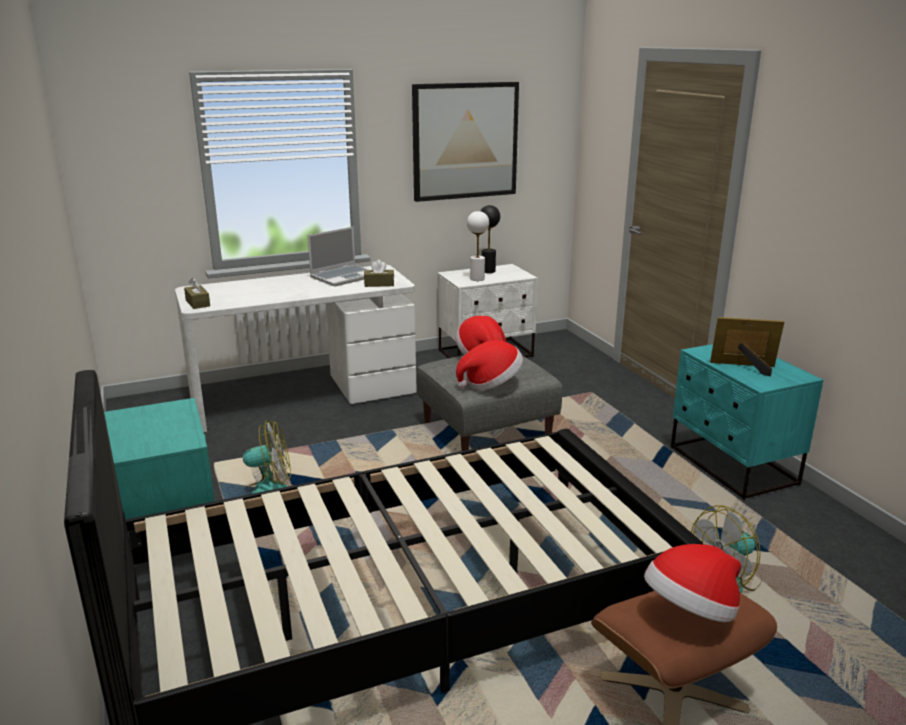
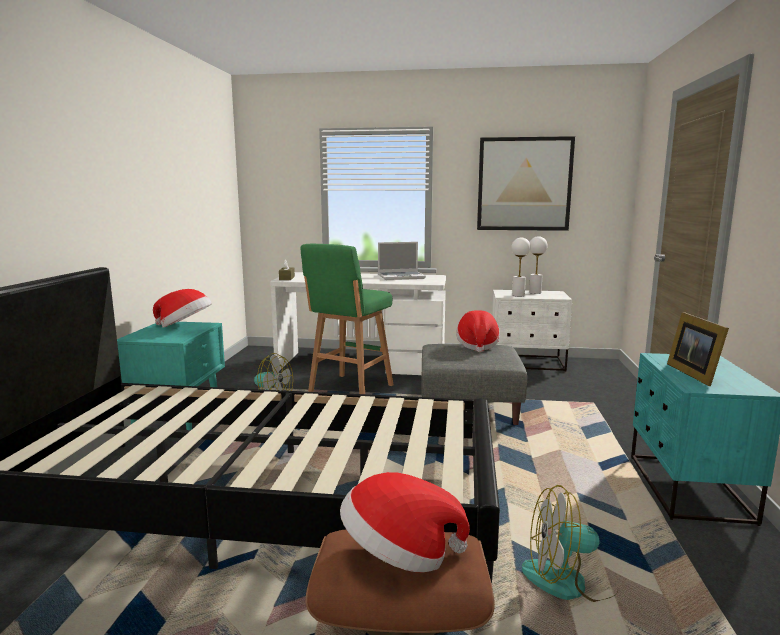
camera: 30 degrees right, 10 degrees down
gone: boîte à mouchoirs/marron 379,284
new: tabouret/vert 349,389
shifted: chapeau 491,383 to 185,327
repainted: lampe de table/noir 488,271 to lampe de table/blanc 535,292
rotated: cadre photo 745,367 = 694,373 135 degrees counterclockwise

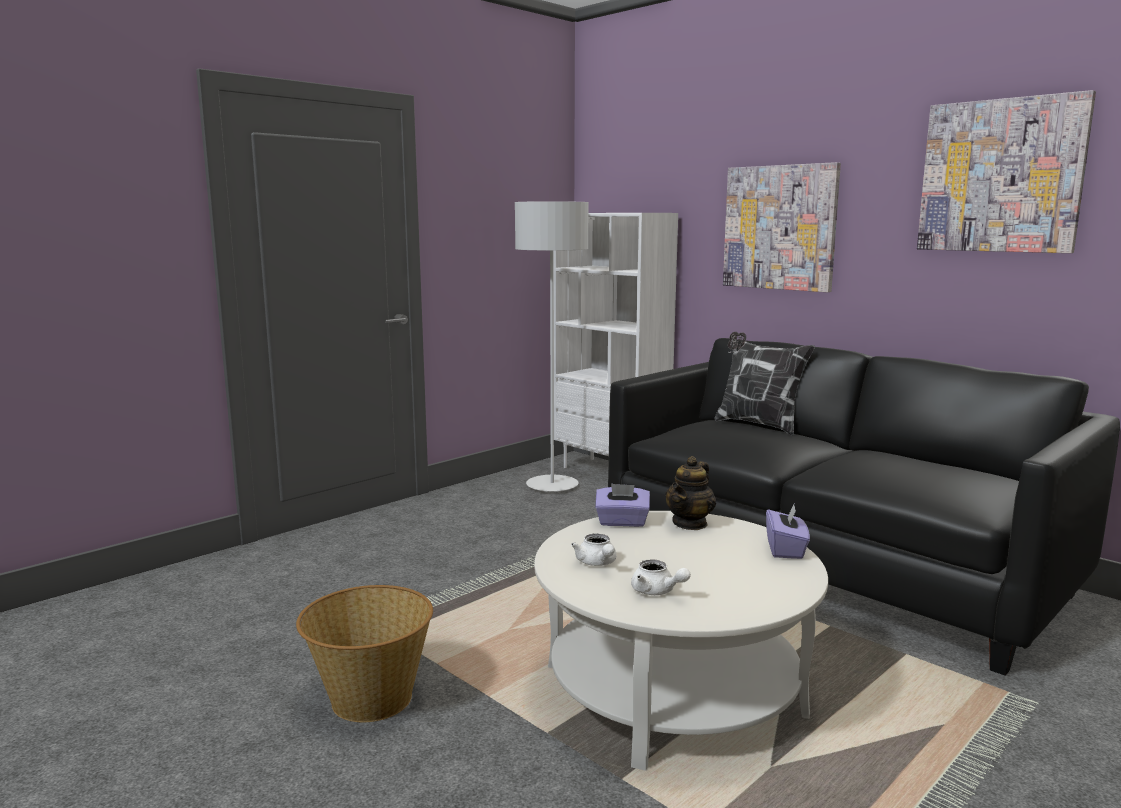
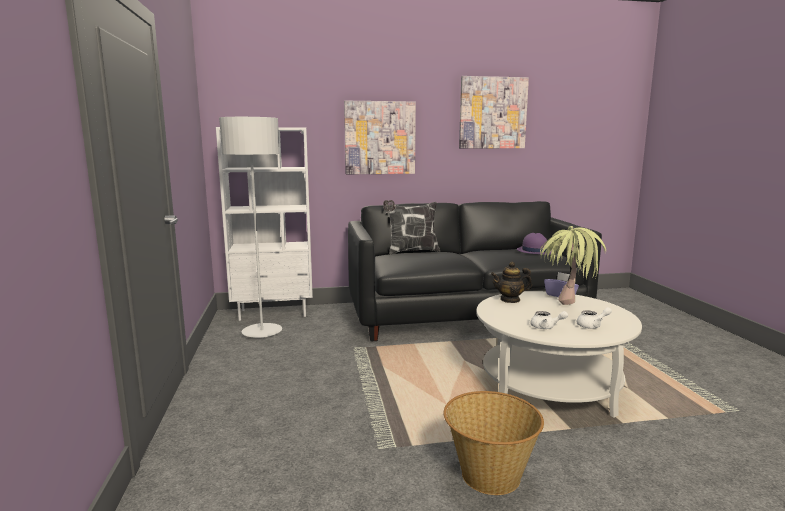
camera: 55 degrees left, 0 degrees up
gone: boîte à mouchoirs/violet 622,522
new: chapeau/violet 535,251; plante en pot 566,310
rotated: théière 690,523 = 510,300 105 degrees clockwise

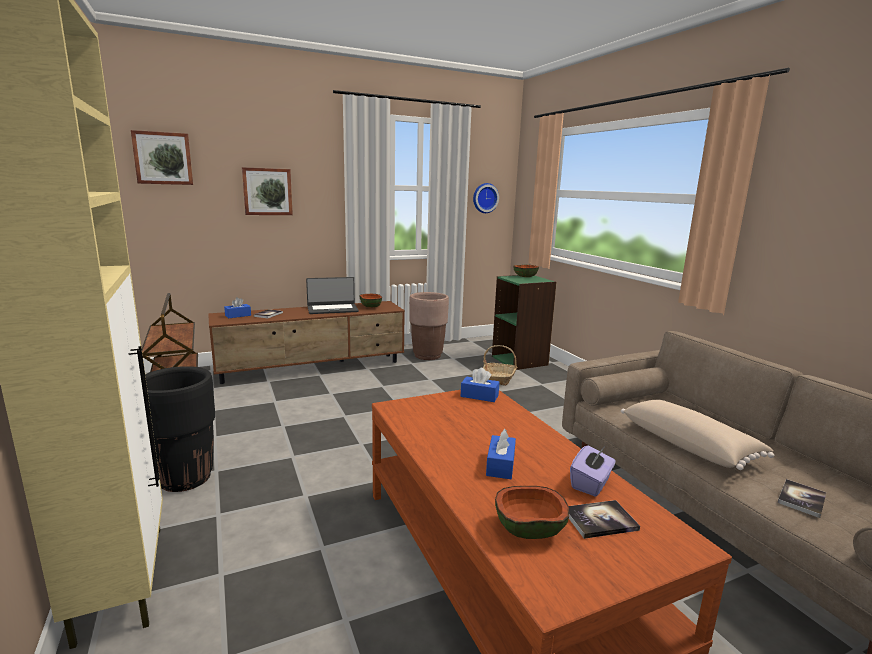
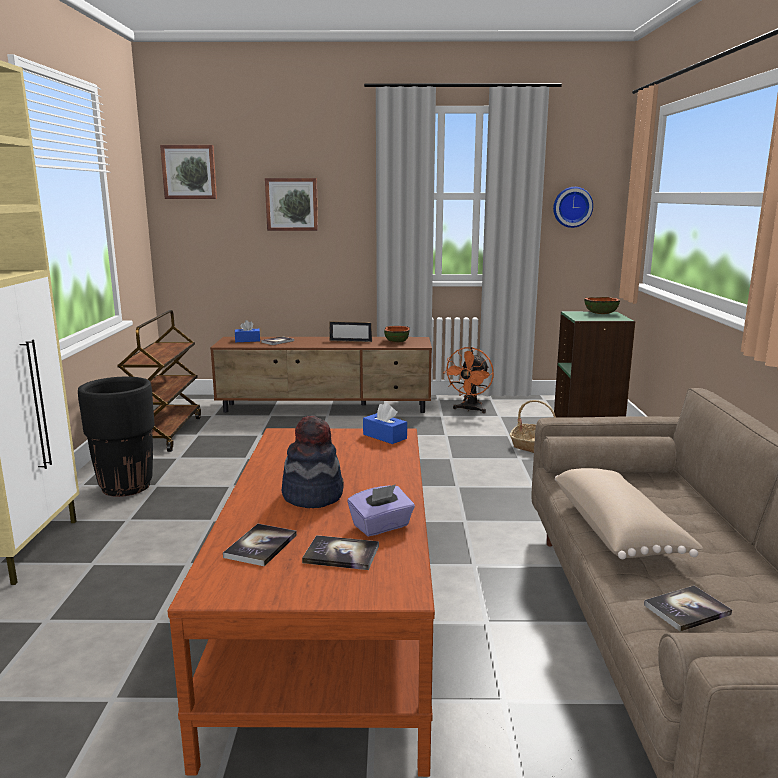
camera: 25 degrees right, 0 degrees up
swapped: ordinateur portable 332,309 to cadre photo 350,341; cache-pot/marron 427,355 to ventilateur/orange 469,410; boîte à mouchoirs/bleu 500,465 to chapeau 313,495; bol 529,530 to livre 261,546

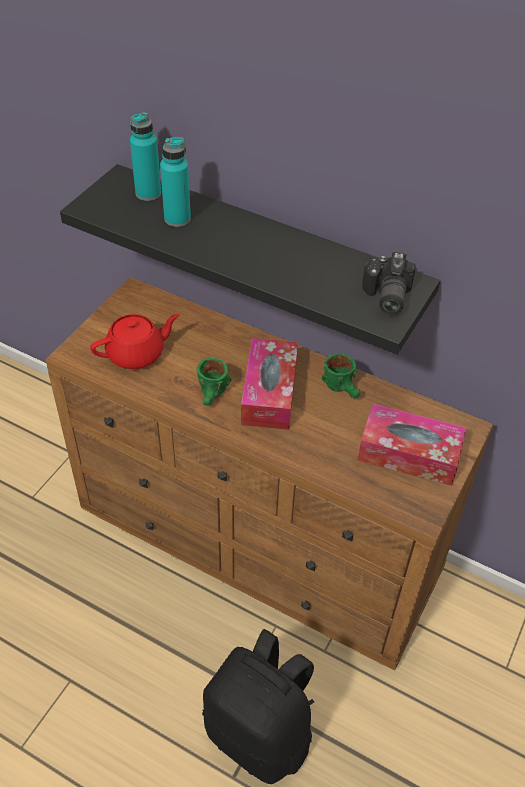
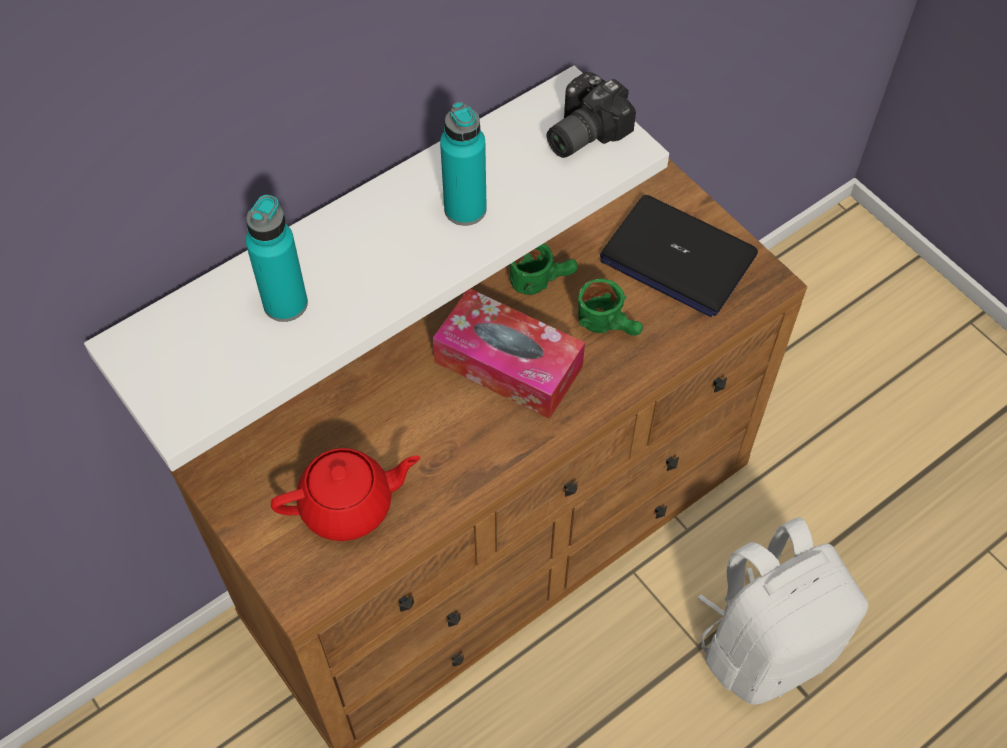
camera: 65 degrees left, 10 degrees up
shifted: bouteille/turquoise 148,193 to 465,209; mug/vert 213,396 to 610,325
swapped: boîte à mouchoirs 409,454 to ordinateur portable 677,257
repainted: étagère/noir 267,251 to étagère/blanc 352,235; sac à dos/noir 261,734 to sac à dos/blanc 766,644
rotated: théière/rouge 137,354 = 349,505 75 degrees clockwise; appareil photo 384,297 = 580,132 105 degrees clockwise

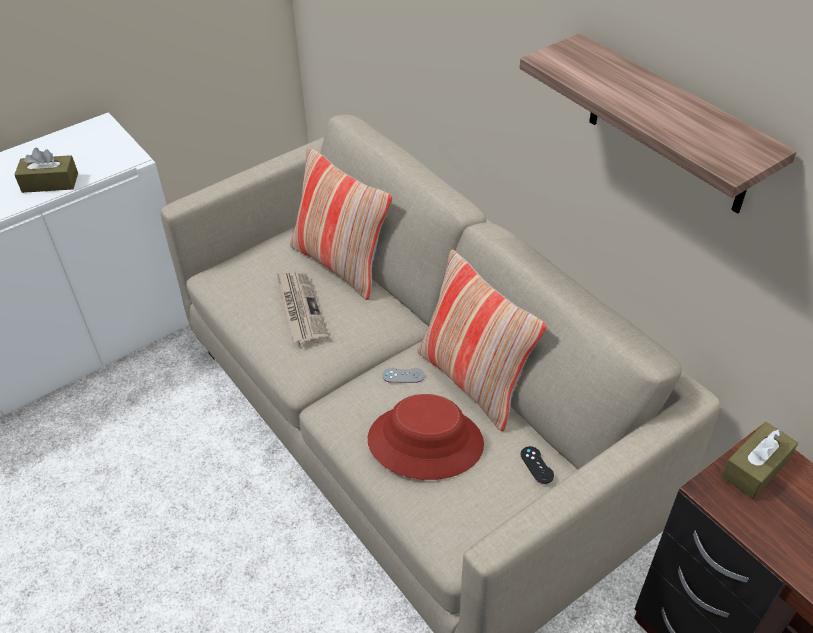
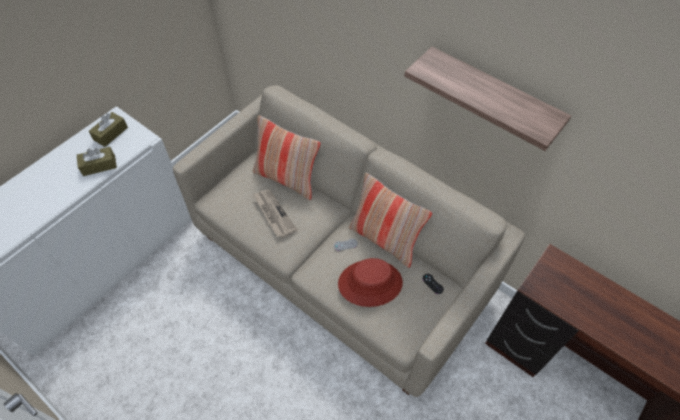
camera: 15 degrees left, 10 degrees up
shifted: boîte à mouchoirs/marron 755,468 to 110,134

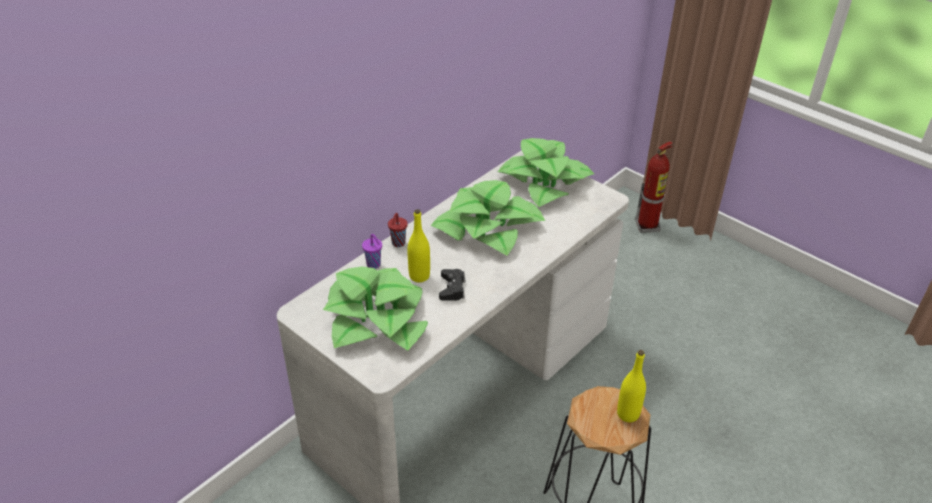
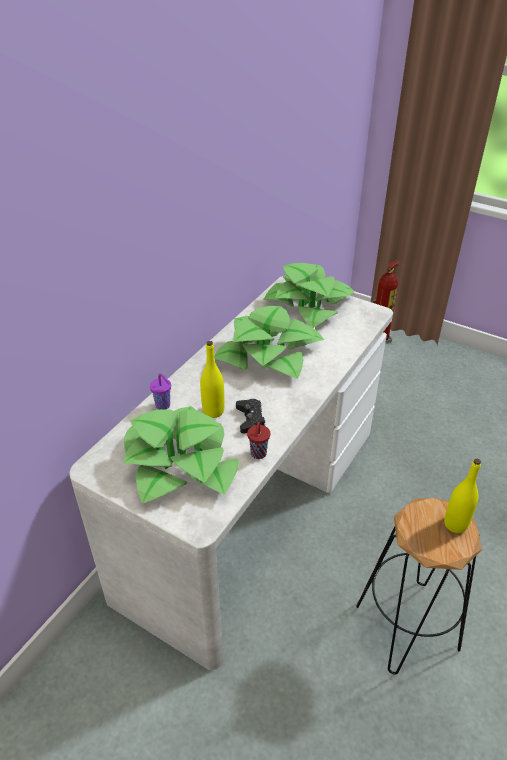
camera: 10 degrees left, 0 degrees up
shifted: tasse/rouge 398,243 to 258,454

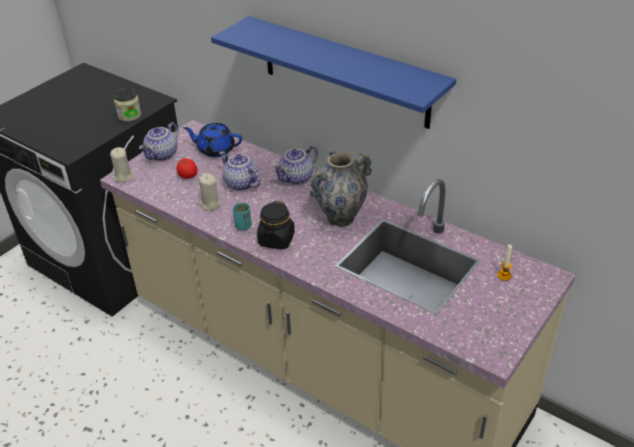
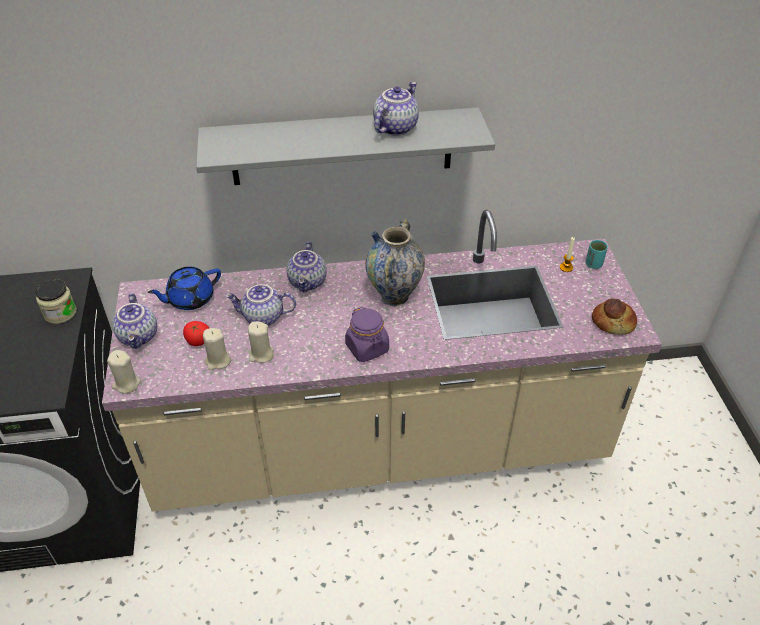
camera: 45 degrees left, 5 degrees up
new: bougie/beige 218,361; théière 395,127; pain 613,322
shifted: tasse/turquoise 243,226 to 593,264
repainted: étagère/bleu 344,72 to étagère/gris 342,147; bocal/noir 276,240 to bocal/violet 367,348

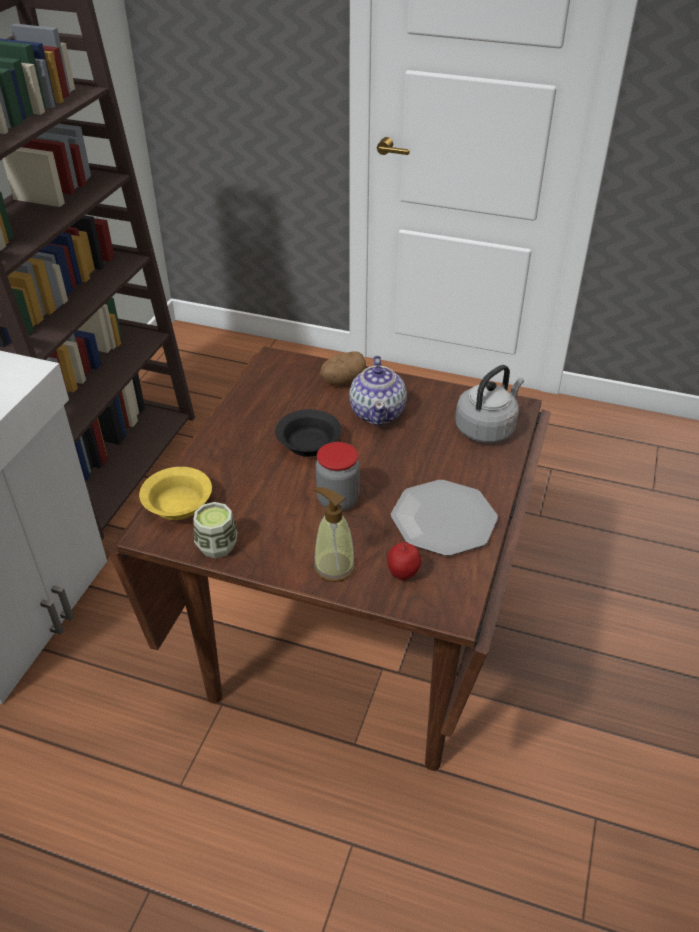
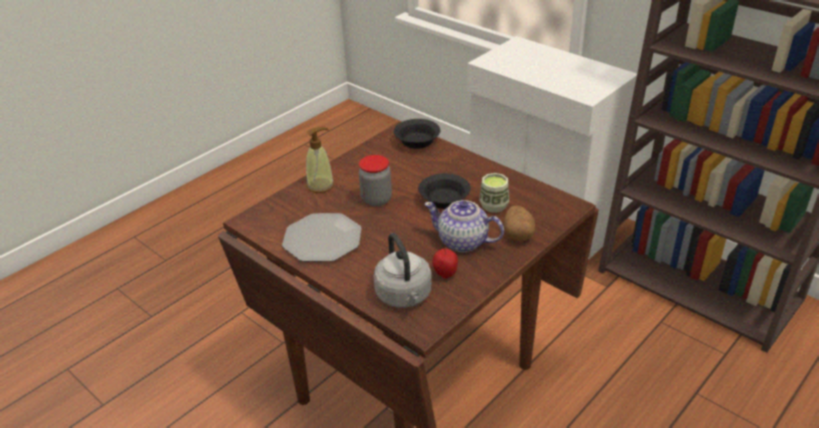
camera: 115 degrees right, 5 degrees down
shifted: tasse 217,546 to 494,205; pomme 403,575 to 445,275
repainted: bol/jaune 180,504 to bol/noir 417,142

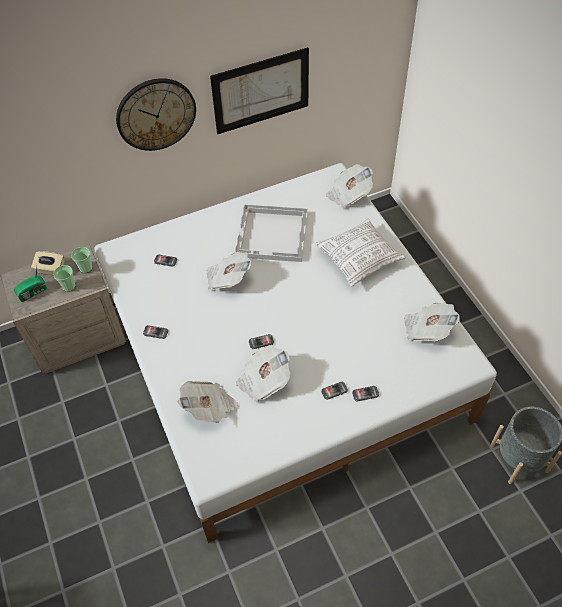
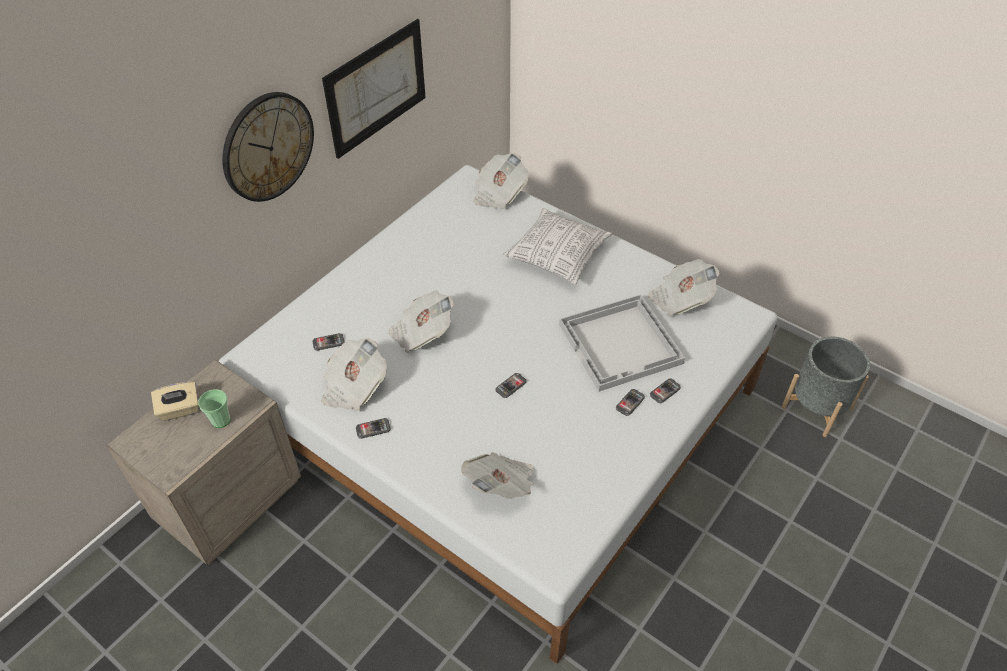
camera: 30 degrees left, 5 degrees down
gone: radio 33,292; tasse 86,268
shifted: plateau/blanc 273,235 to 621,344; journal 263,381 to 353,387

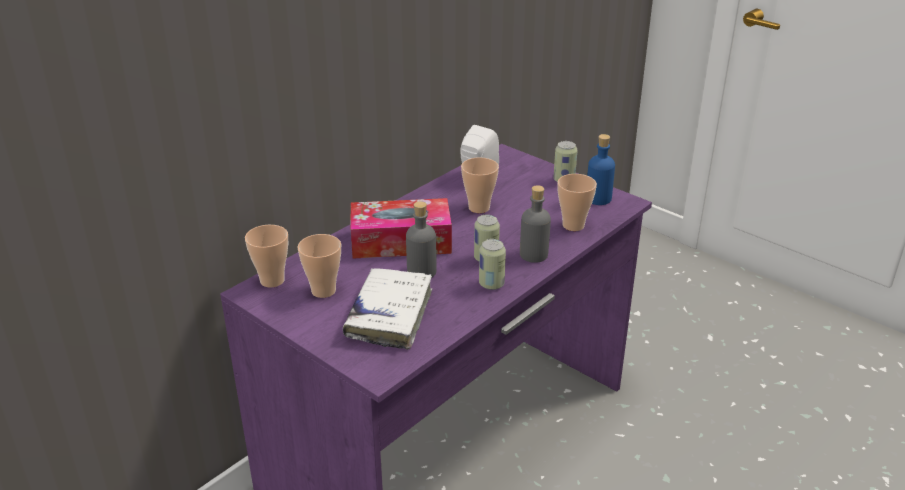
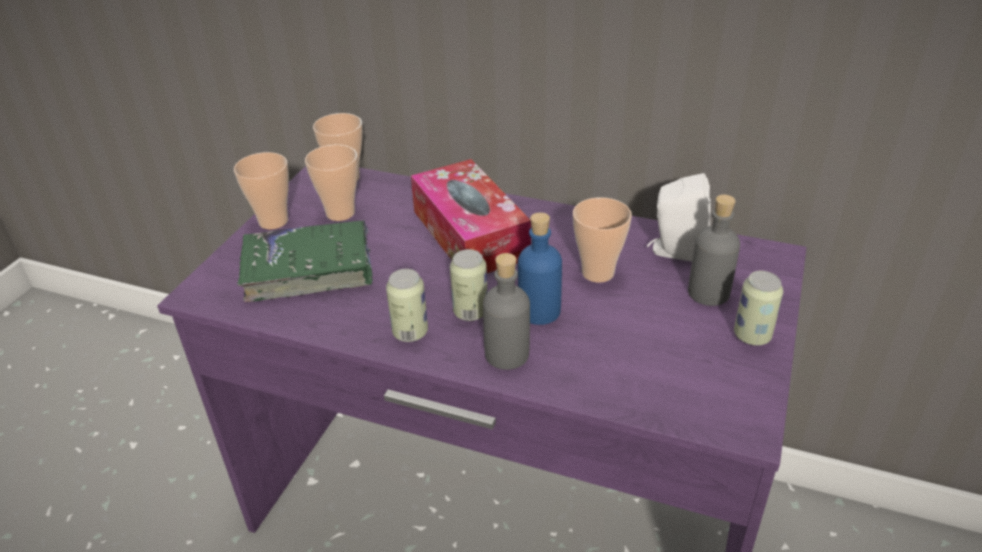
camera: 70 degrees right, 5 degrees up
shifted: bouteille/gris 421,272 to 708,292; tasse 573,225 to 273,221; bouteille/bleu 598,198 to 539,311
repainted: livre/blanc 390,315 to livre/vert 309,270

